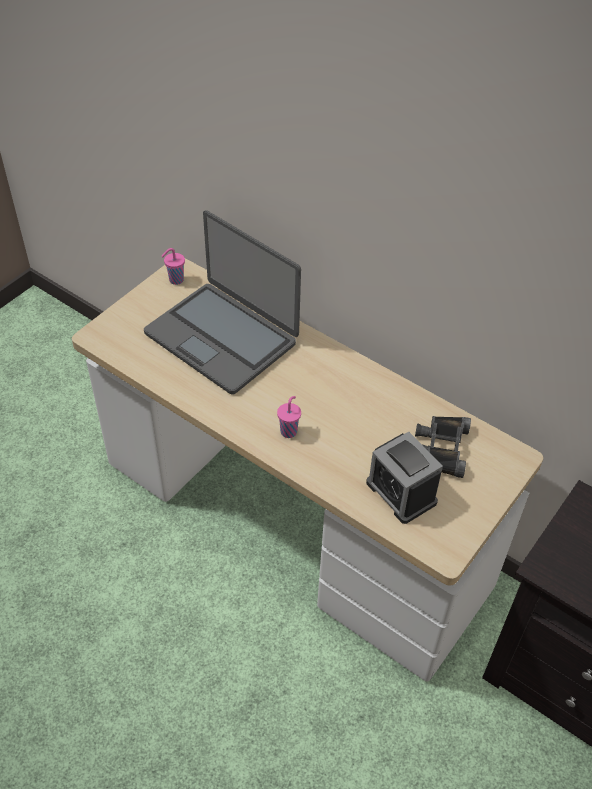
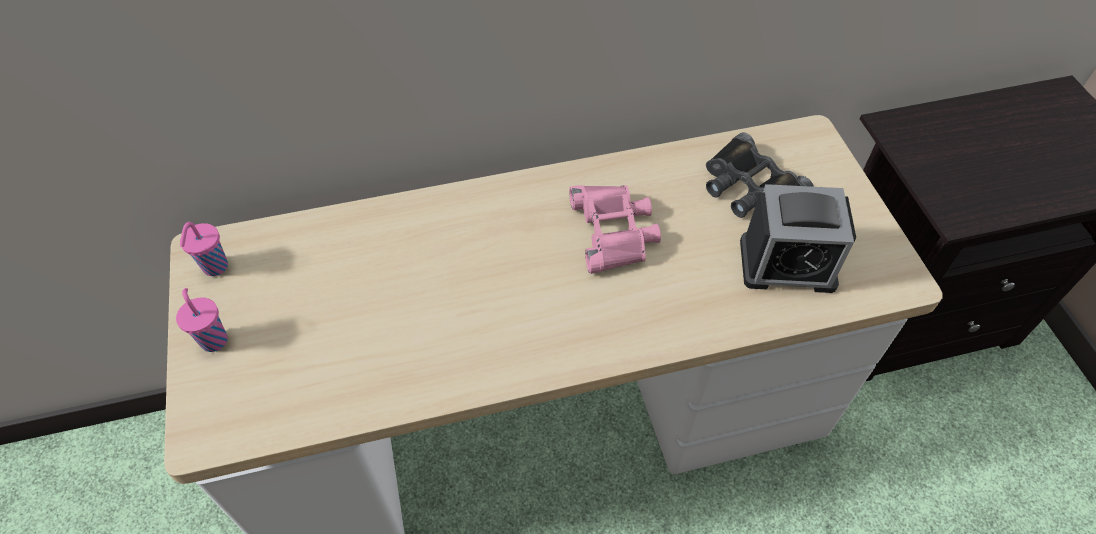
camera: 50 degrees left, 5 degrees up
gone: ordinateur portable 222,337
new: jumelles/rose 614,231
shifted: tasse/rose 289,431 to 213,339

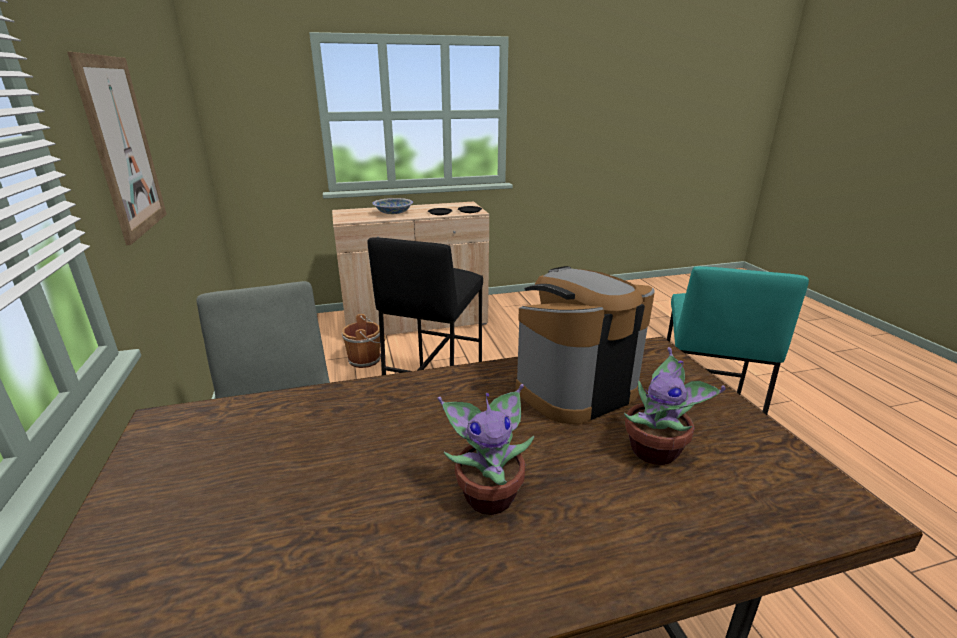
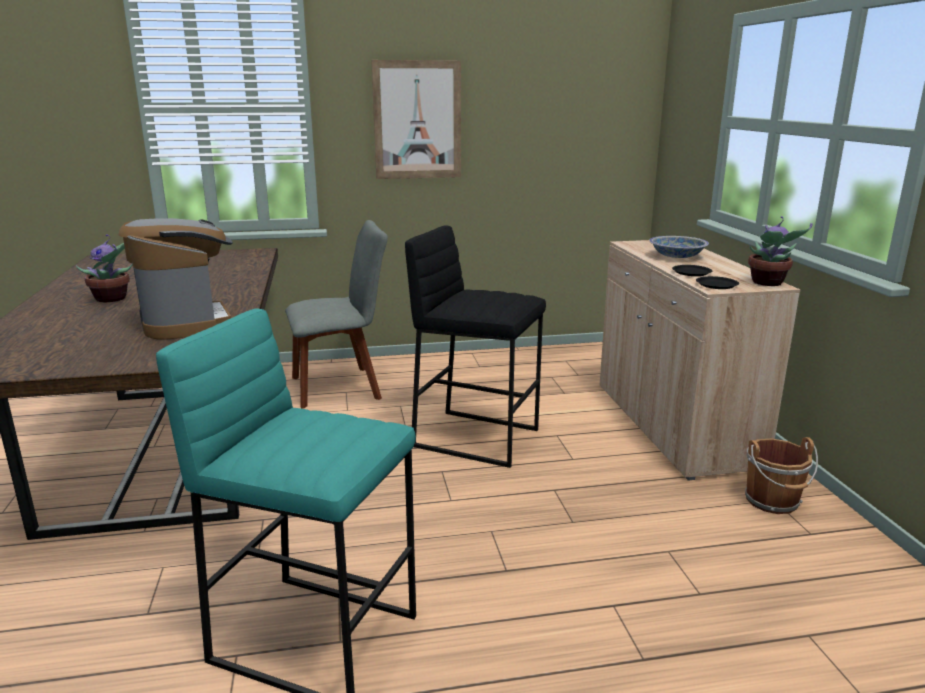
camera: 95 degrees right, 5 degrees down
shifted: seau/marron 366,360 to 773,502; plante en pot 657,451 to 768,283

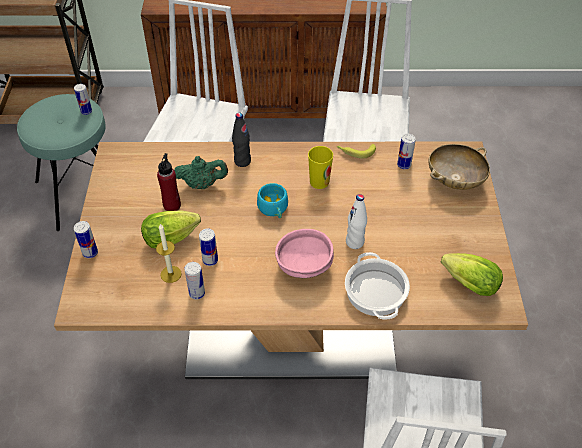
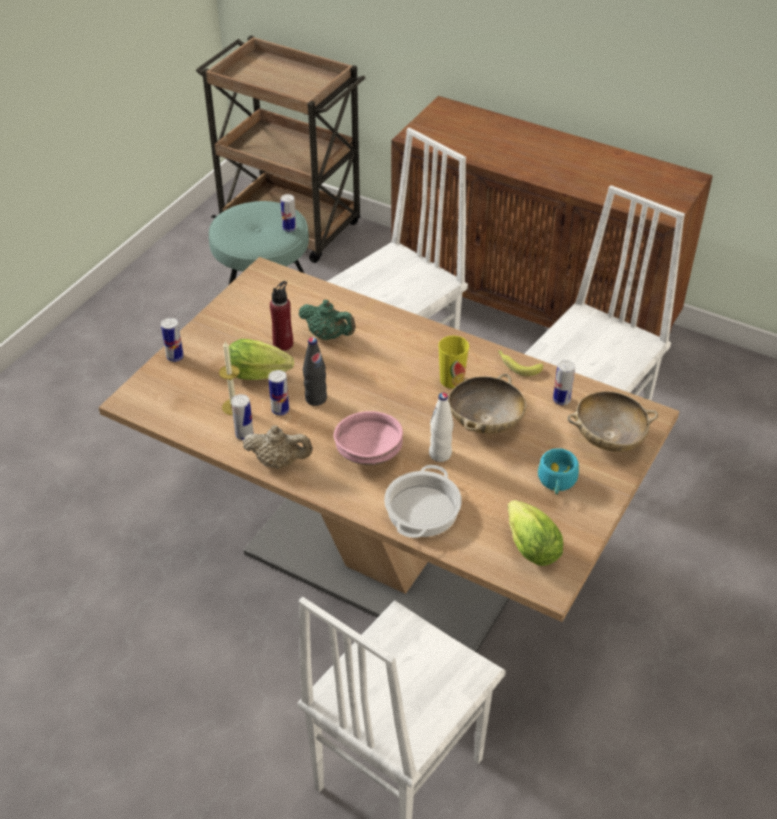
camera: 30 degrees right, 5 degrees down
new: théière/beige 279,462; bol/beige 485,422
shifted: bouteille/noir 242,161 to 316,398; tasse/turquoise 274,209 to 556,482

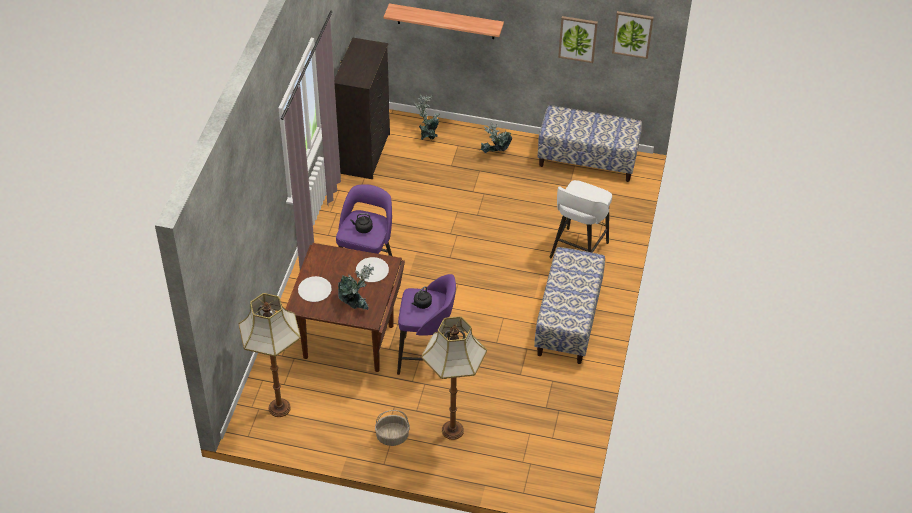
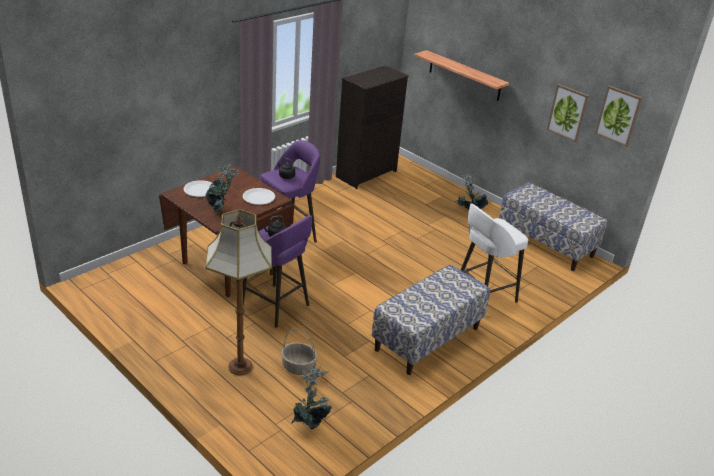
camera: 30 degrees right, 15 degrees down
gone: lampadaire 279,409
shifted: panier 392,437 to 298,367; plante en pot 428,136 to 310,422

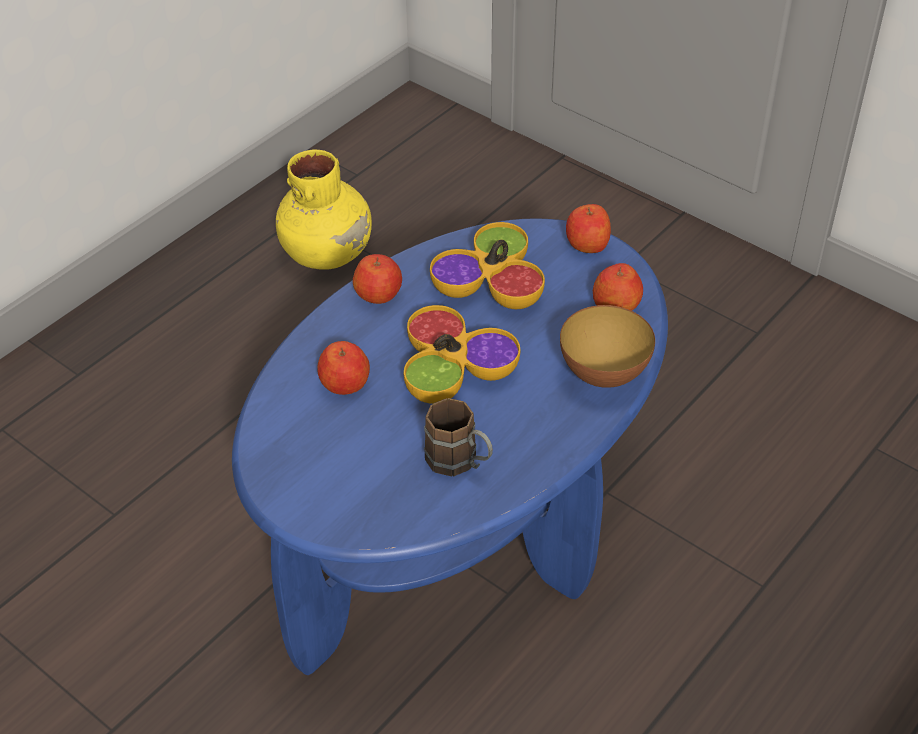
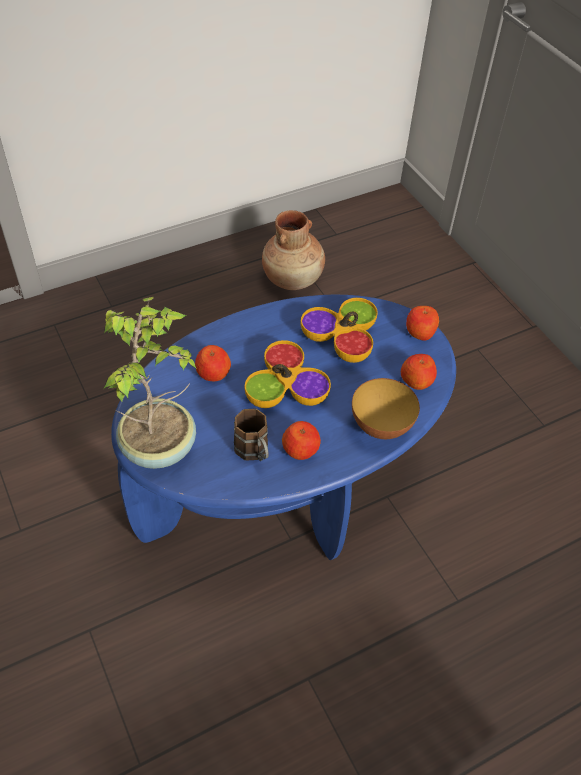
camera: 20 degrees right, 5 degrees up
new: plante en pot 160,446
shifted: pomme 379,294 to 301,449
repainted: vase/jaune 327,253 to vase/marron 293,278

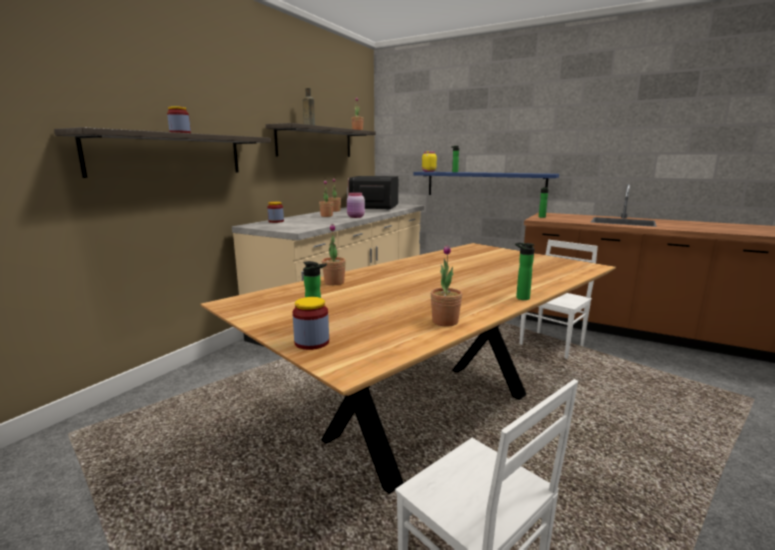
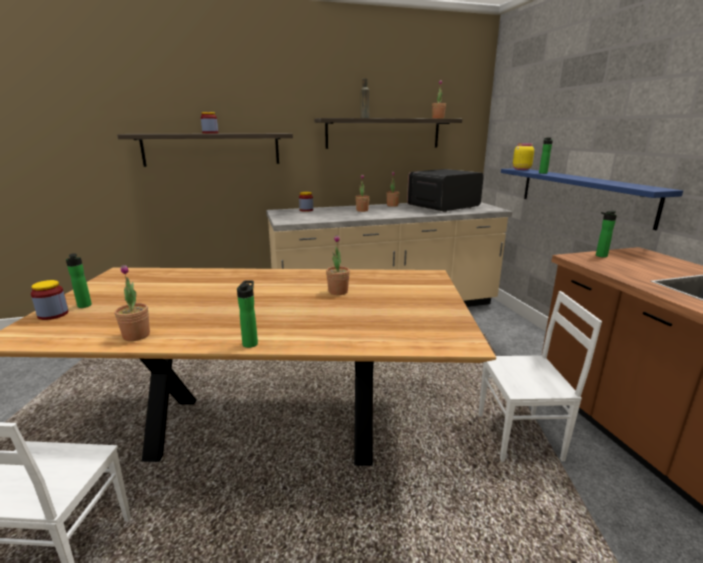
camera: 45 degrees right, 5 degrees up
gone: bocal/rose 356,217
shifted: plante en pot 334,282 to 338,291

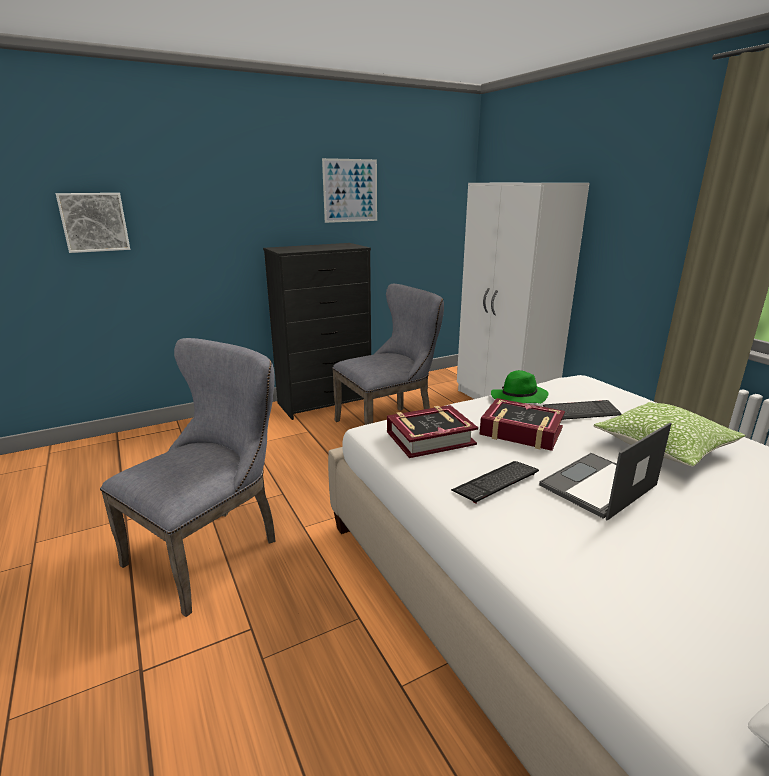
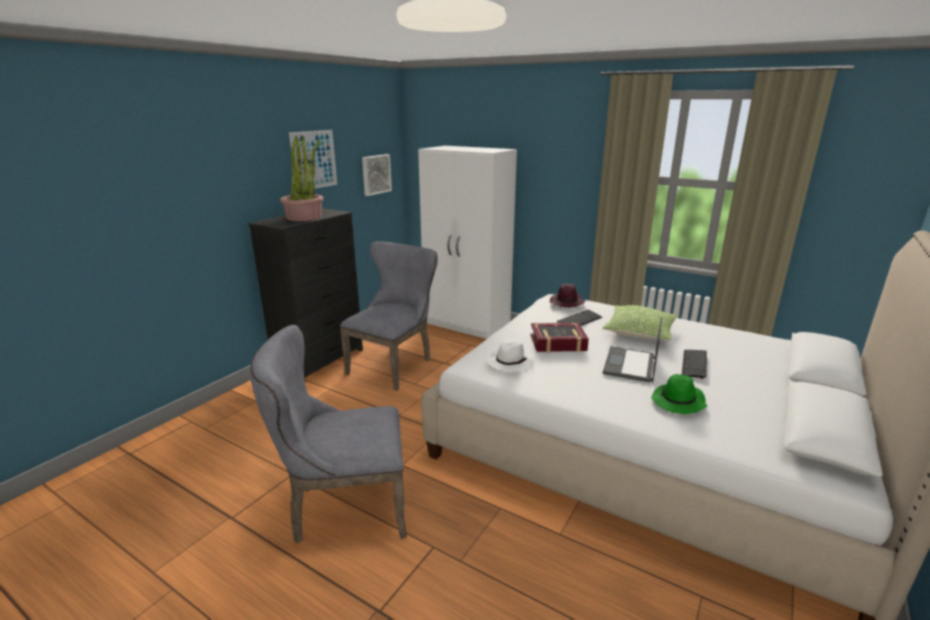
camera: 30 degrees left, 0 degrees up
new: plante en pot 304,217; chapeau/violet 567,303
shifted: tableau 94,222 to 375,174; clavier 496,482 to 694,364; chapeau/vert 518,398 to 678,402
swapped: livre 430,438 to chapeau/blanc 510,362
rotated: chaise/gris 212,549 = 343,508 105 degrees counterclockwise

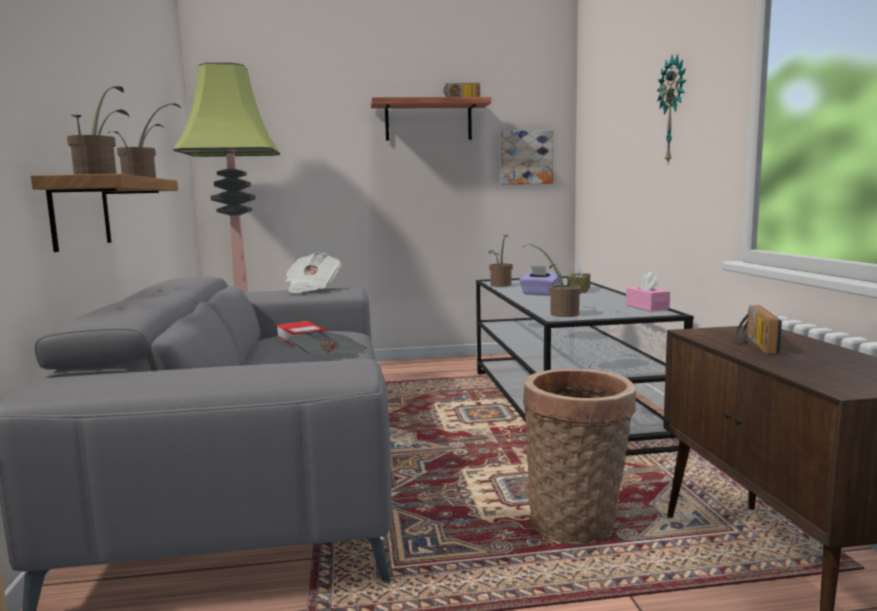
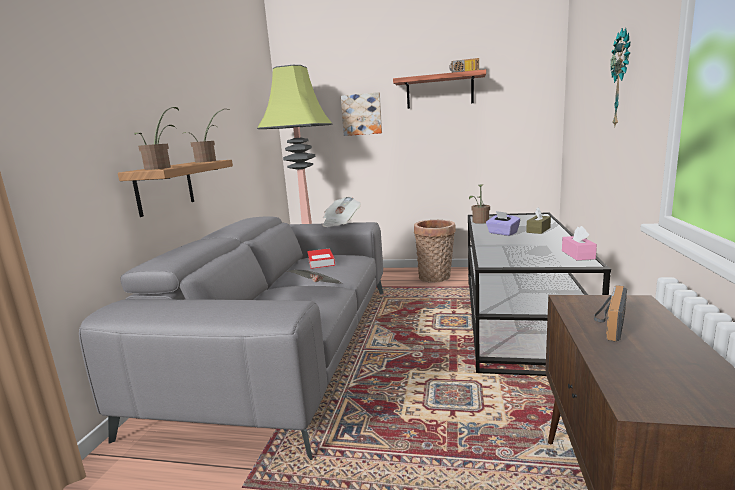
camera: 20 degrees right, 5 degrees up
gone: plante en pot 560,313
shifted: tableau 526,157 to 362,114; panier 577,525 to 436,278

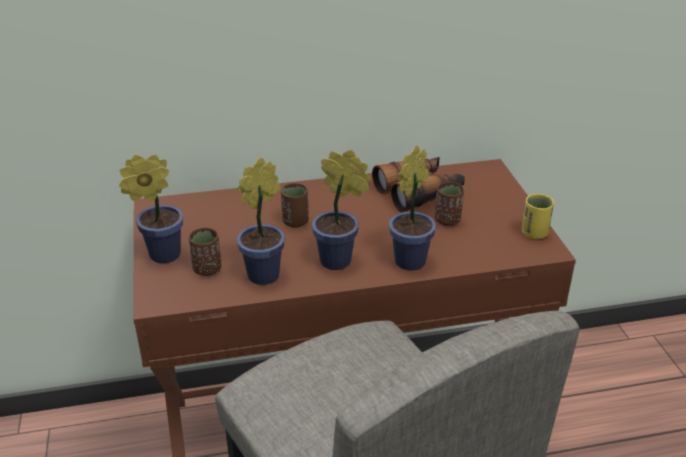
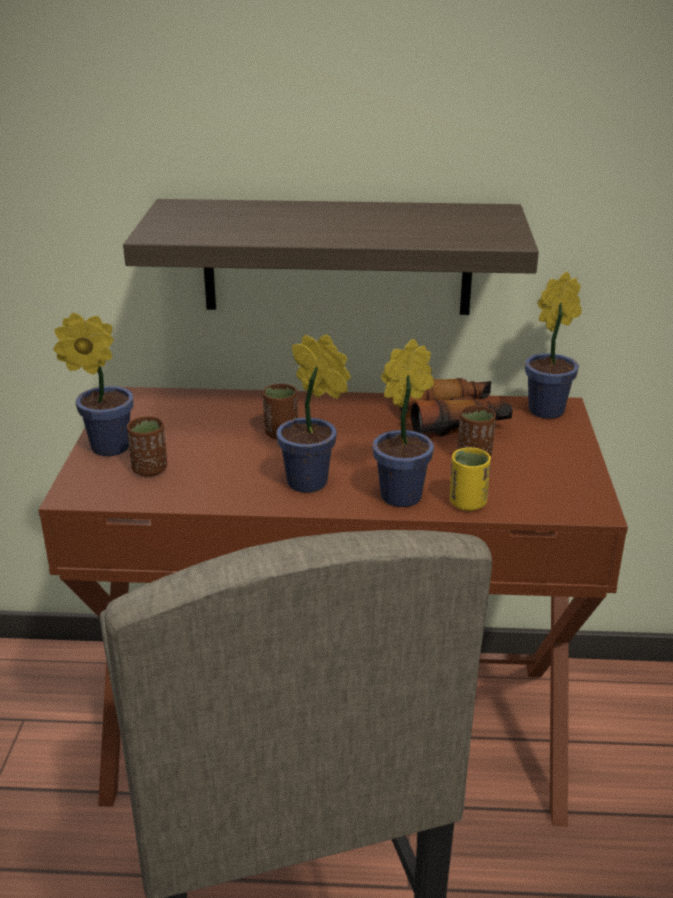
camera: 15 degrees right, 5 degrees down
new: étagère 337,257
shifted: plante en pot 267,273 to 550,410; tasse/jaune 534,233 to 467,503

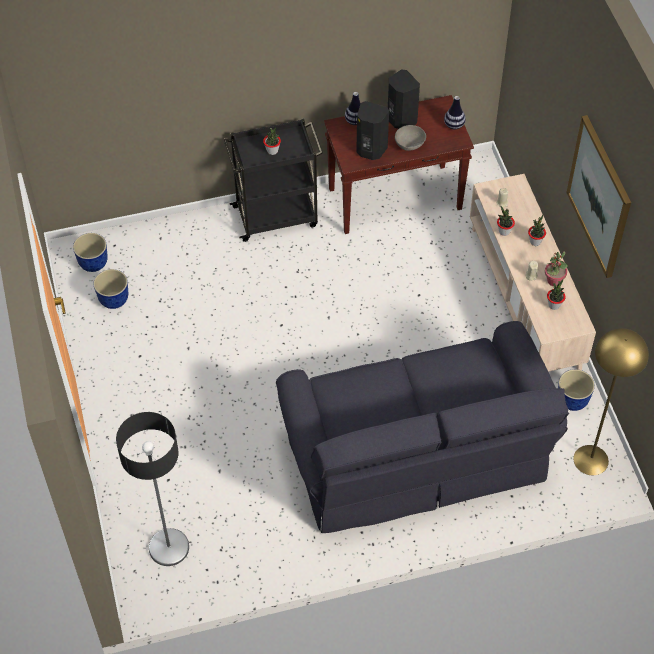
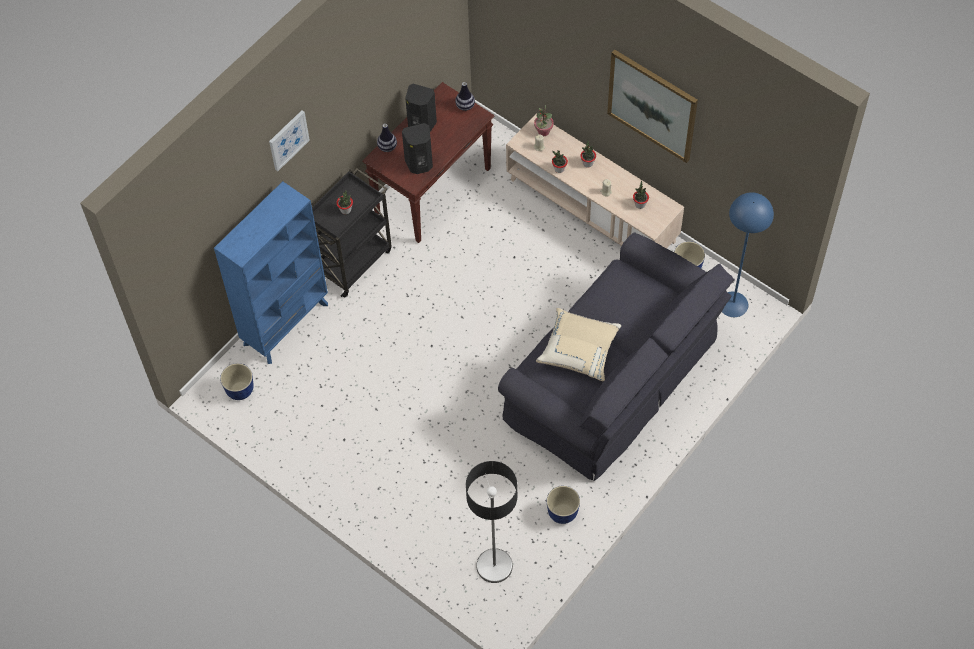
camera: 35 degrees left, 5 degrees up
gone: bol/gris 410,144
new: bibliothèque/bleu 286,324; tableau 288,140; coussin/beige 579,351
shifted: cache-pot 113,300 to 562,513; plante en pot 553,281 to 543,131
repainted: lampadaire/jaune 590,460 to lampadaire/bleu 733,304

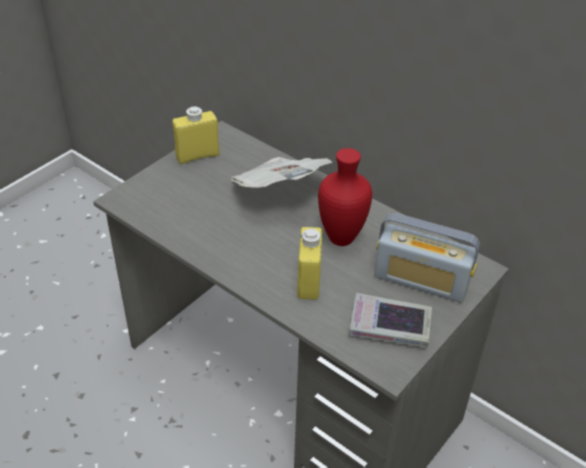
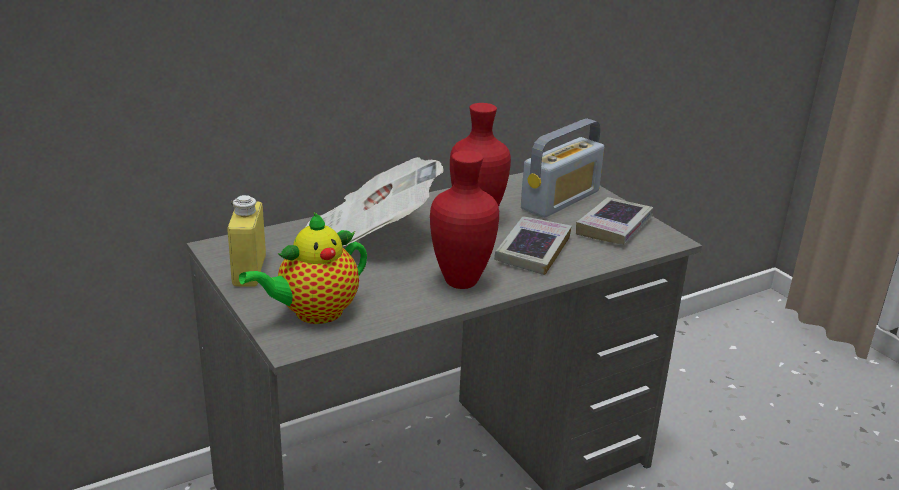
camera: 70 degrees left, 15 degrees down
new: théière 313,313; vase/rouge 463,283
swapped: bouteille/jaune 308,281 to livre 532,251

